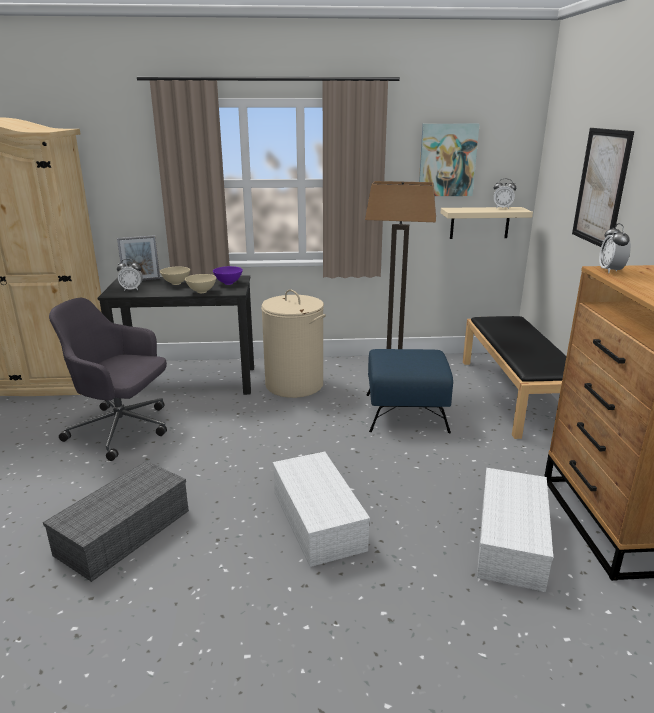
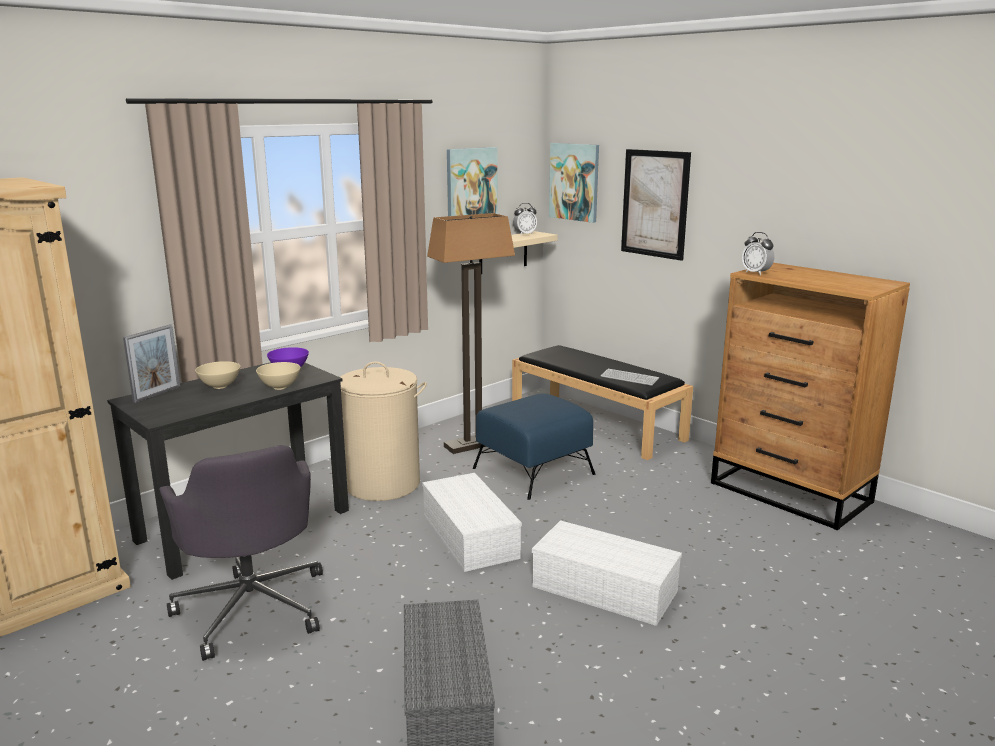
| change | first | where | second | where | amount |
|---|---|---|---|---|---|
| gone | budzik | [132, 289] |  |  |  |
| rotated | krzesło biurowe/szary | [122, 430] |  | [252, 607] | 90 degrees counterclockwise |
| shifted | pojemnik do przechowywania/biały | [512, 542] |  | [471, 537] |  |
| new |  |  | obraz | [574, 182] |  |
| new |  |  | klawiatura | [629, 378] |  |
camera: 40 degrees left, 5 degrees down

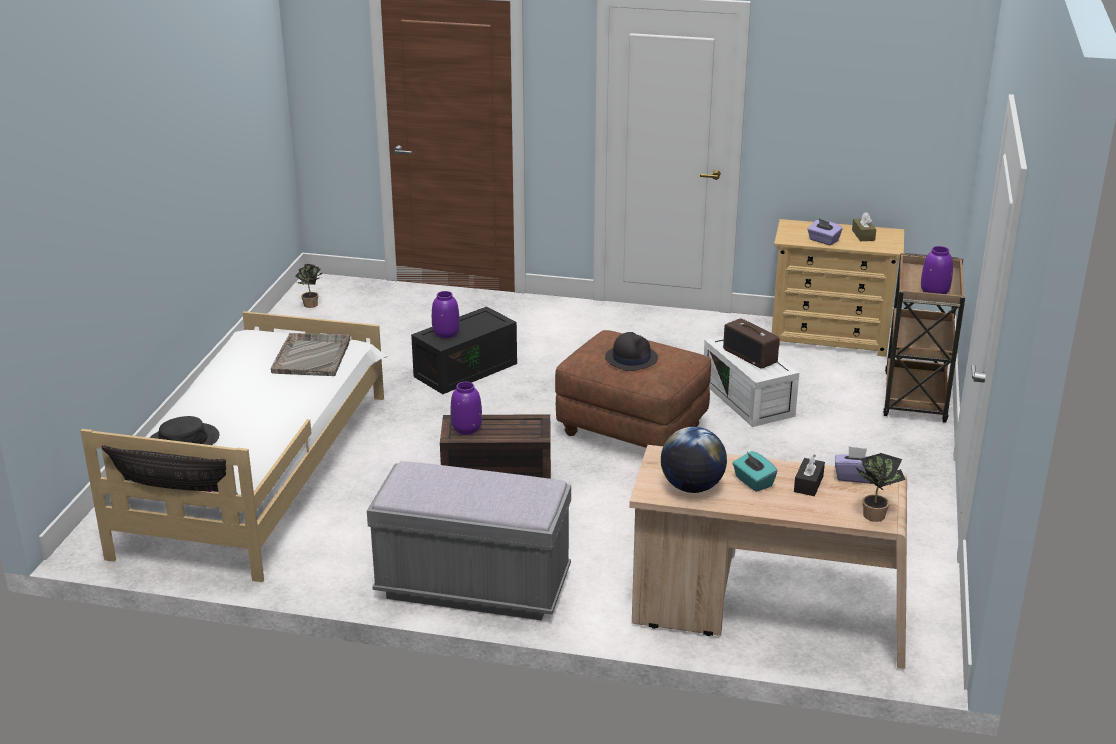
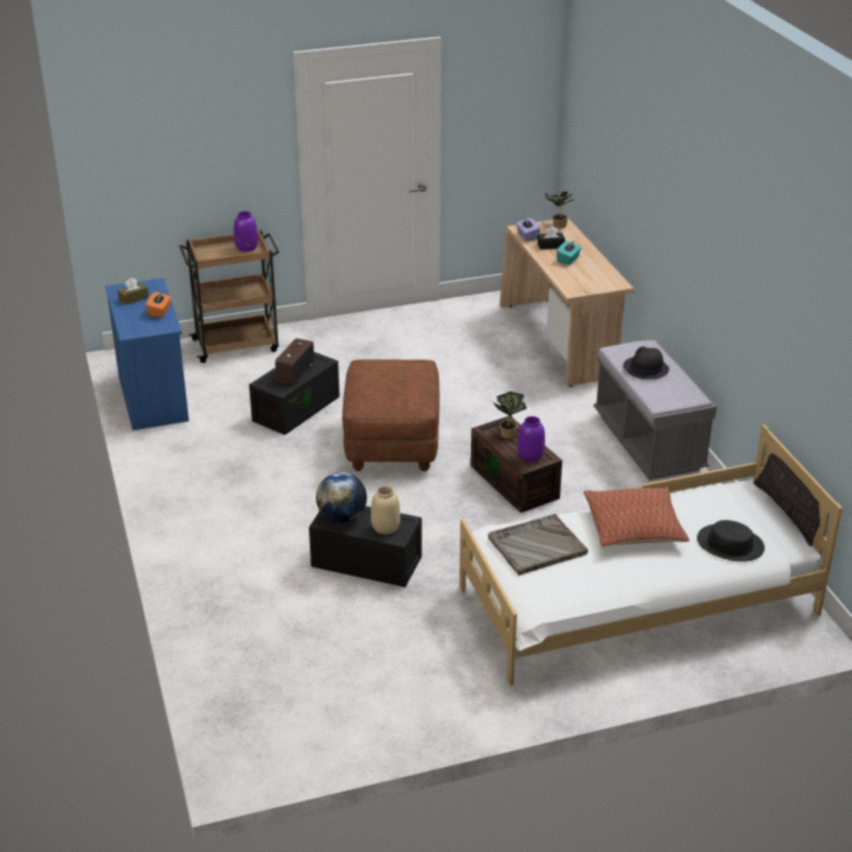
| change | first | where | second | where | amount |
|---|---|---|---|---|---|
| repainted | komoda/beżowy | [830, 337] | komoda/niebieski | [153, 397] |  |
| repainted | pudełko chusteczek/fioletowy | [823, 241] | pudełko chusteczek/pomarańczowy | [160, 312] |  |
| shifted | roślina doniczkowa | [312, 305] |  | [508, 433] |  |
| repainted | wazon/fioletowy | [446, 333] | wazon/beżowy | [385, 527] |  |
| shifted | kapelusz/czarny | [631, 358] |  | [645, 368] |  |
| repainted | pojemnik do przechowywania/biały | [750, 399] | pojemnik do przechowywania/czarny | [296, 407] |  |
| shifted | globus | [692, 487] |  | [342, 517] |  |
| new |  |  | poduszka | [634, 528] |  |
camera: 120 degrees left, 5 degrees up

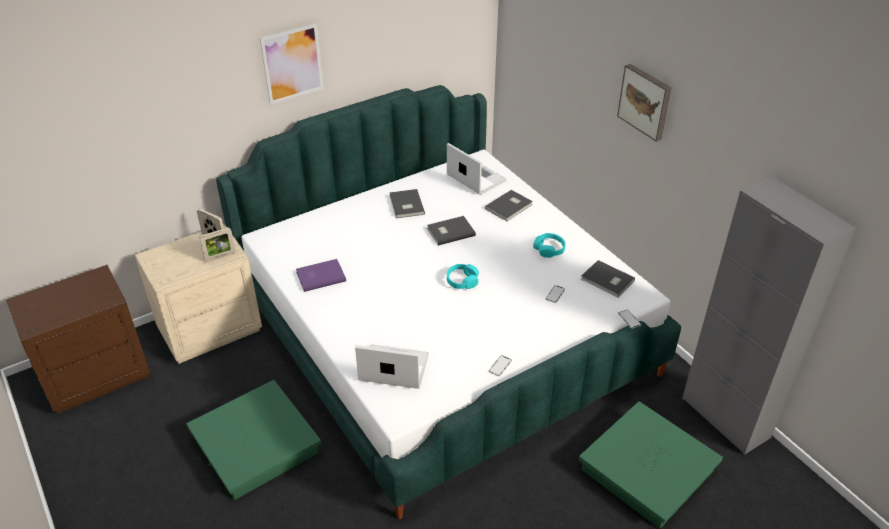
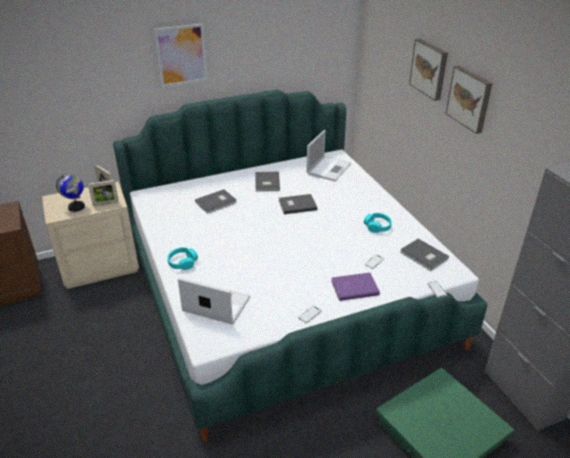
| change | first | where | second | where | amount |
|---|---|---|---|---|---|
| rotated | laptop | [475, 178] |  | [329, 168] | 60 degrees clockwise |
| shifted | książka/szary | [510, 207] |  | [217, 202] |  |
| shifted | książka/fioletowy | [320, 276] |  | [353, 287] |  |
| shifted | słuchawki/turkusowy | [462, 281] |  | [182, 262] |  |
| gone | pojemnik do przechowywania/zielony | [256, 445] |  |  |  |
| new |  |  | obraz | [430, 68] |  |
| new |  |  | globus | [76, 207] |  |
camera: 10 degrees right, 5 degrees down

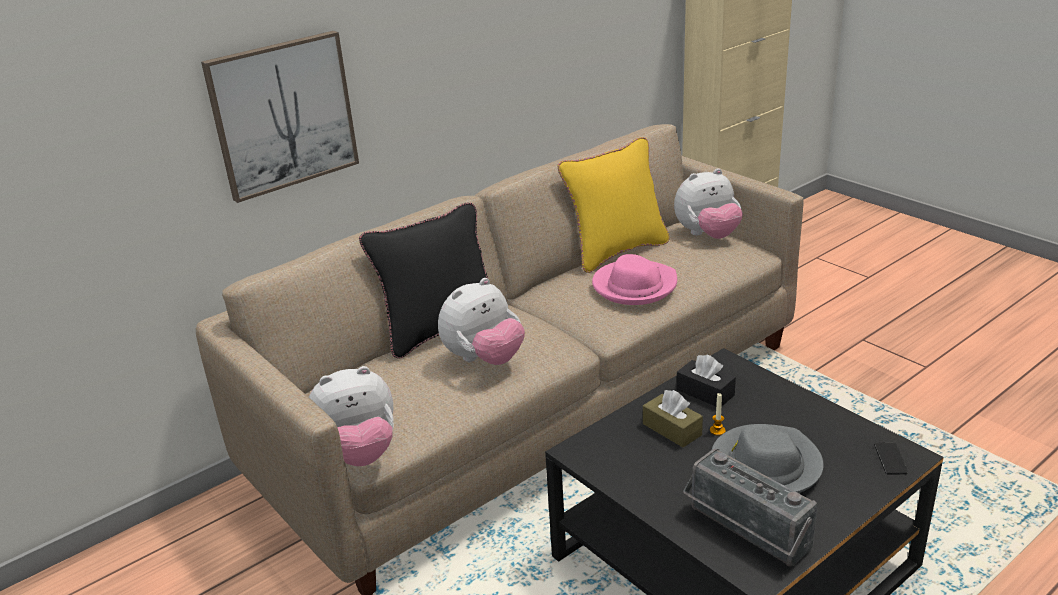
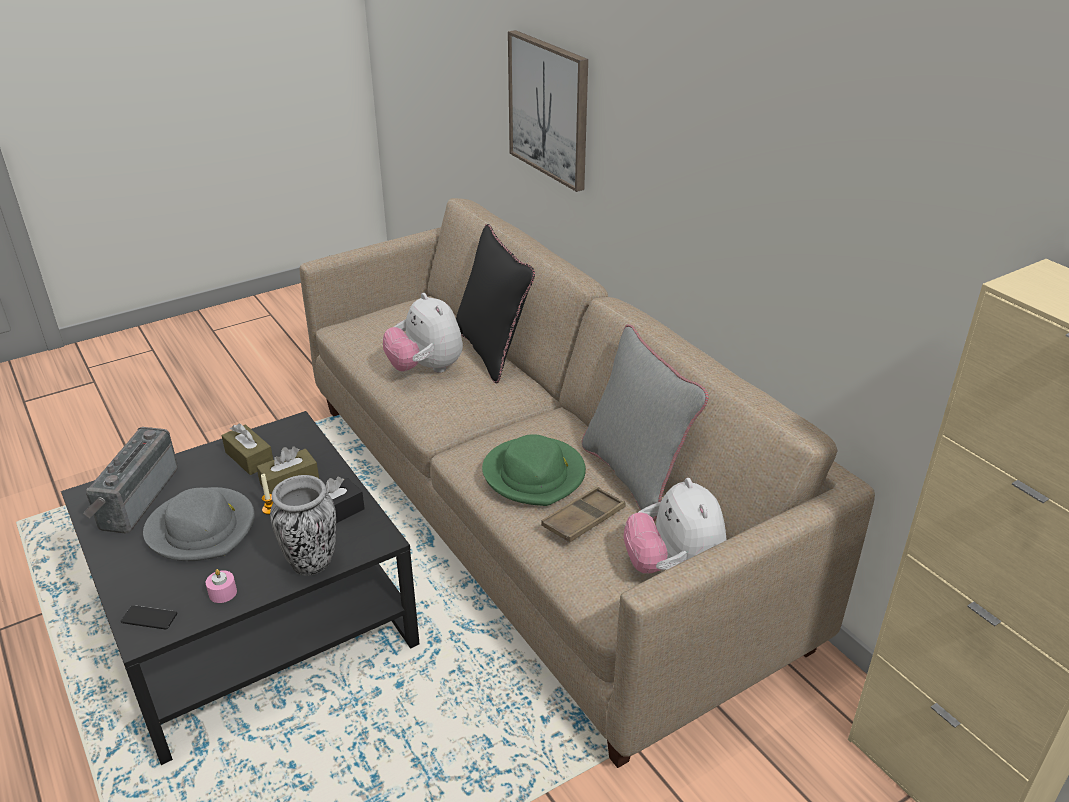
| change | first | where | second | where | amount |
|---|---|---|---|---|---|
| repainted | poduszka/żółty | [616, 251] | poduszka/szary | [635, 476] |  |
| repainted | kapelusz/różowy | [634, 286] | kapelusz/zielony | [535, 475] |  |
| gone | pluszak | [359, 453] |  |  |  |
| rotated | radio | [745, 532] |  | [135, 498] | 45 degrees counterclockwise |
| new |  |  | pudełko chusteczek/brązowy | [249, 458] |  |
| new |  |  | wazon | [311, 563] |  |
| new |  |  | taca/brązowy | [583, 519] |  |
| new |  |  | świeca/różowy | [223, 593] |  |
camera: 95 degrees right, 5 degrees up

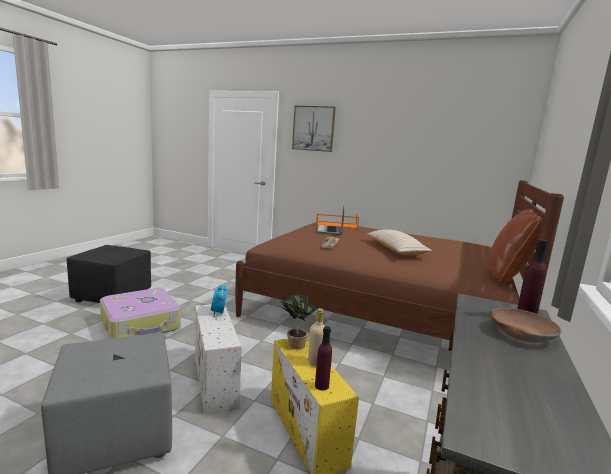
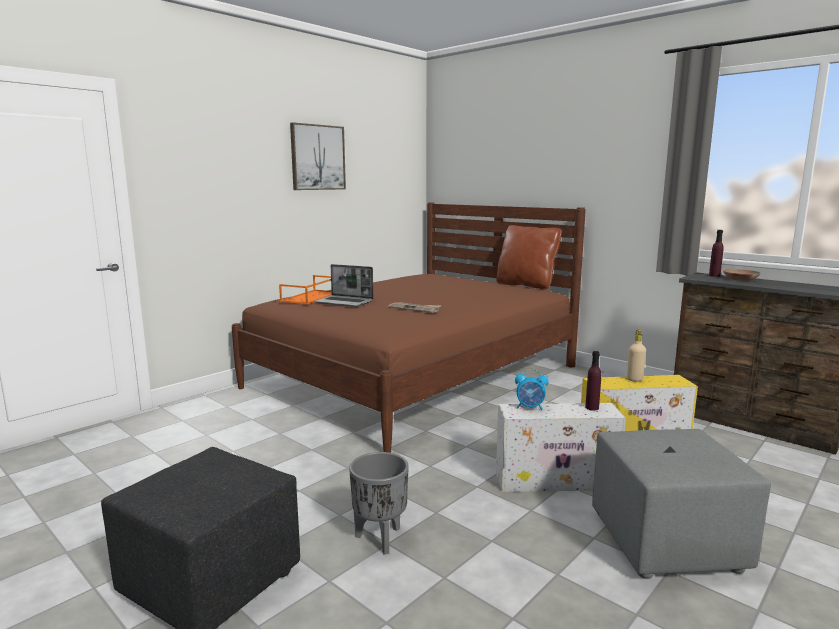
| change | first | where | second | where | amount |
|---|---|---|---|---|---|
| shifted | obraz | [313, 128] |  | [317, 157] |  |
| gone | poduszka/beżowy | [395, 250] |  |  |  |
| swapped | walizka | [141, 324] | donica/szary | [379, 538] |  |
| gone | roślina doniczkowa | [295, 343] |  |  |  |
| shifted | butelka/fioletowy | [321, 386] |  | [592, 407] |  |
camera: 70 degrees left, 0 degrees up

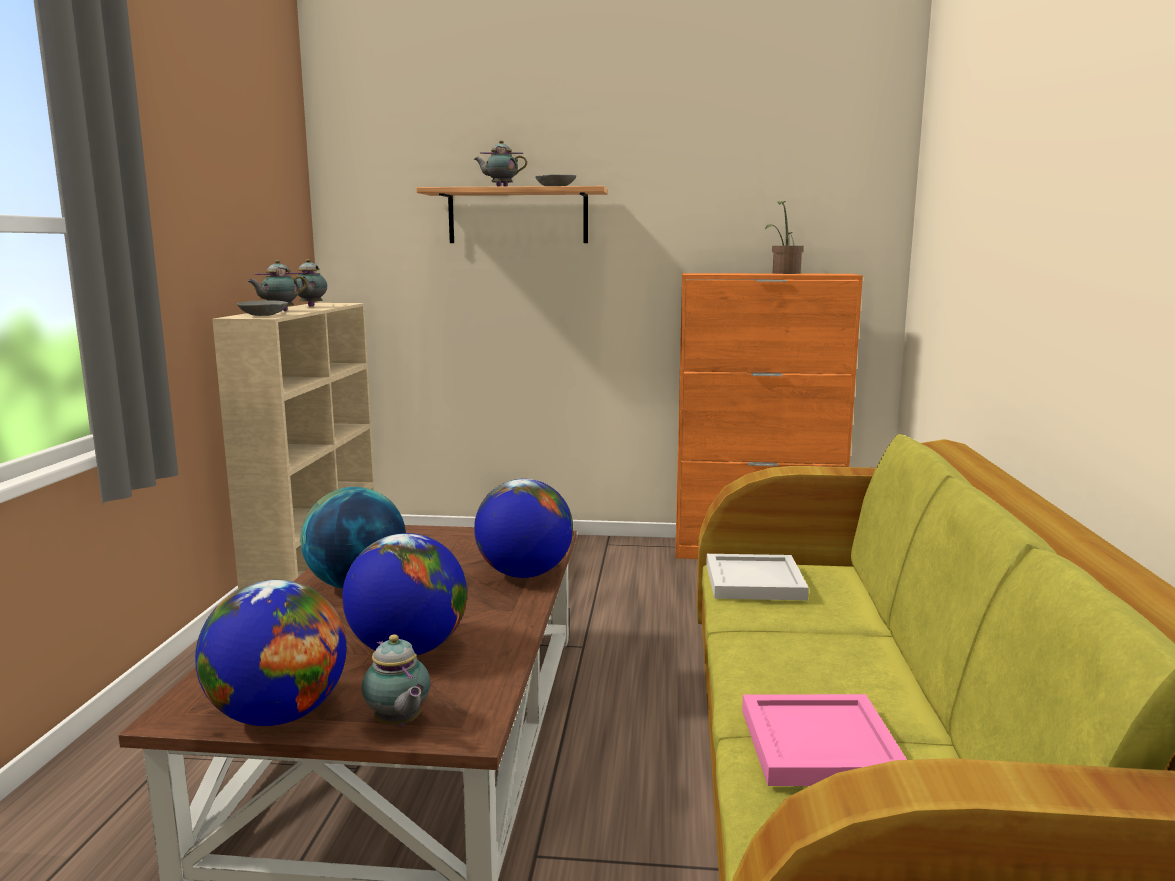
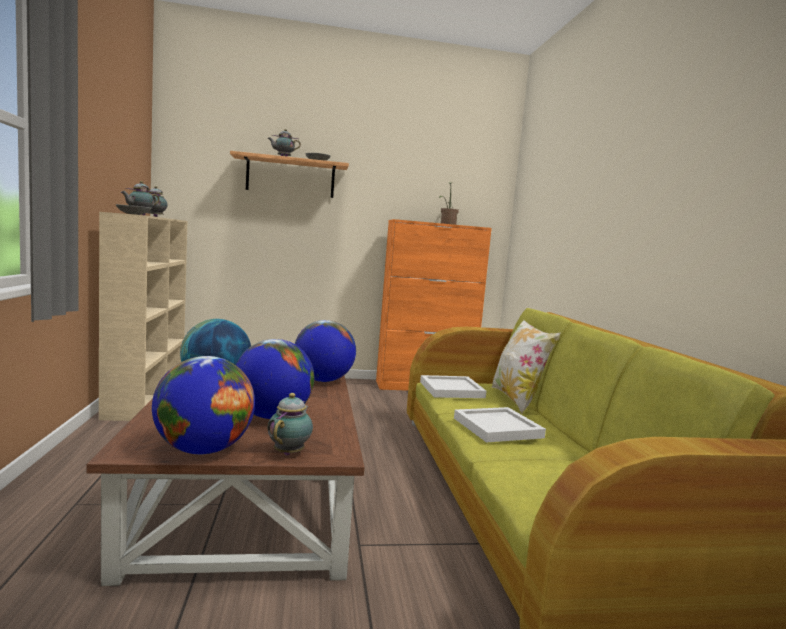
| change | first | where | second | where | amount |
|---|---|---|---|---|---|
| rotated | imbryk | [398, 724] |  | [290, 452] | 120 degrees counterclockwise |
| gone | taca/różowy | [818, 746] |  |  |  |
| new |  |  | poduszka | [518, 400] |  |
| new |  |  | taca/biały | [499, 428] |  |
camera: 15 degrees left, 5 degrees down

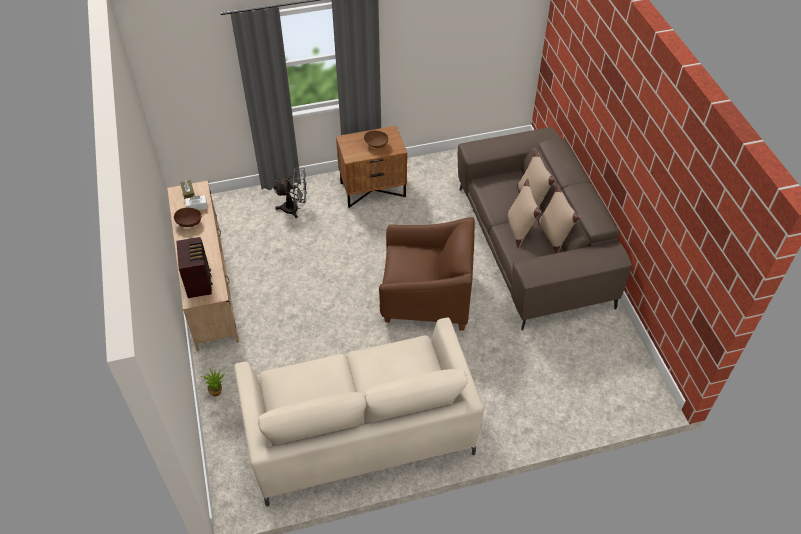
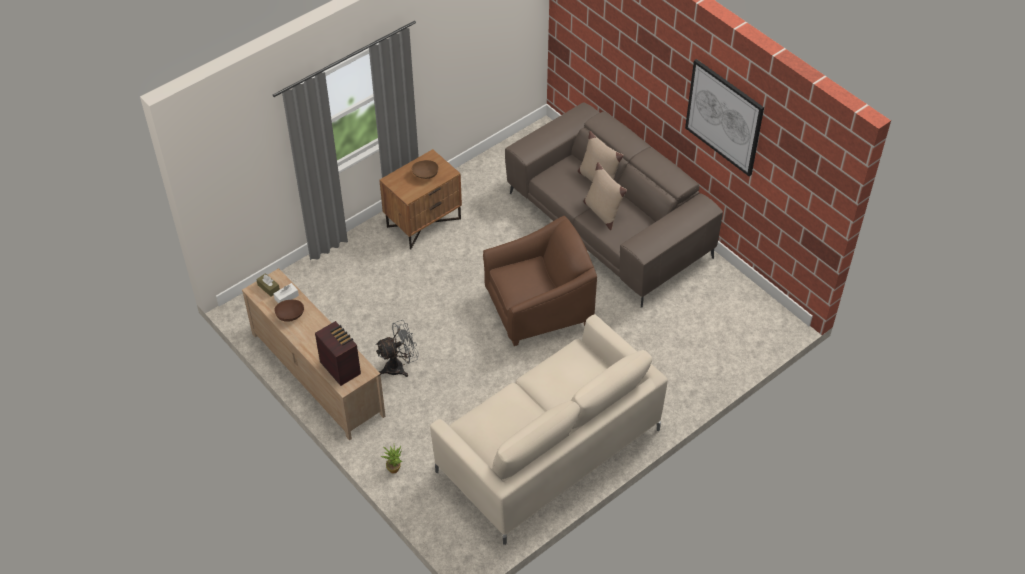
| change | first | where | second | where | amount |
|---|---|---|---|---|---|
| shifted | wentylator/szary | [295, 208] |  | [399, 366] |  |
| gone | poduszka/beżowy | [553, 235] |  |  |  |
| new |  |  | obraz | [724, 117] |  |
camera: 25 degrees left, 0 degrees up

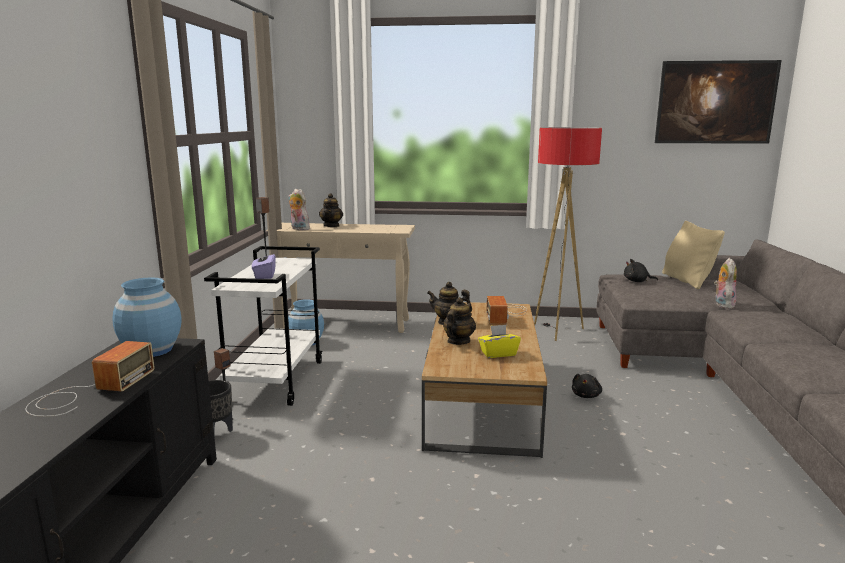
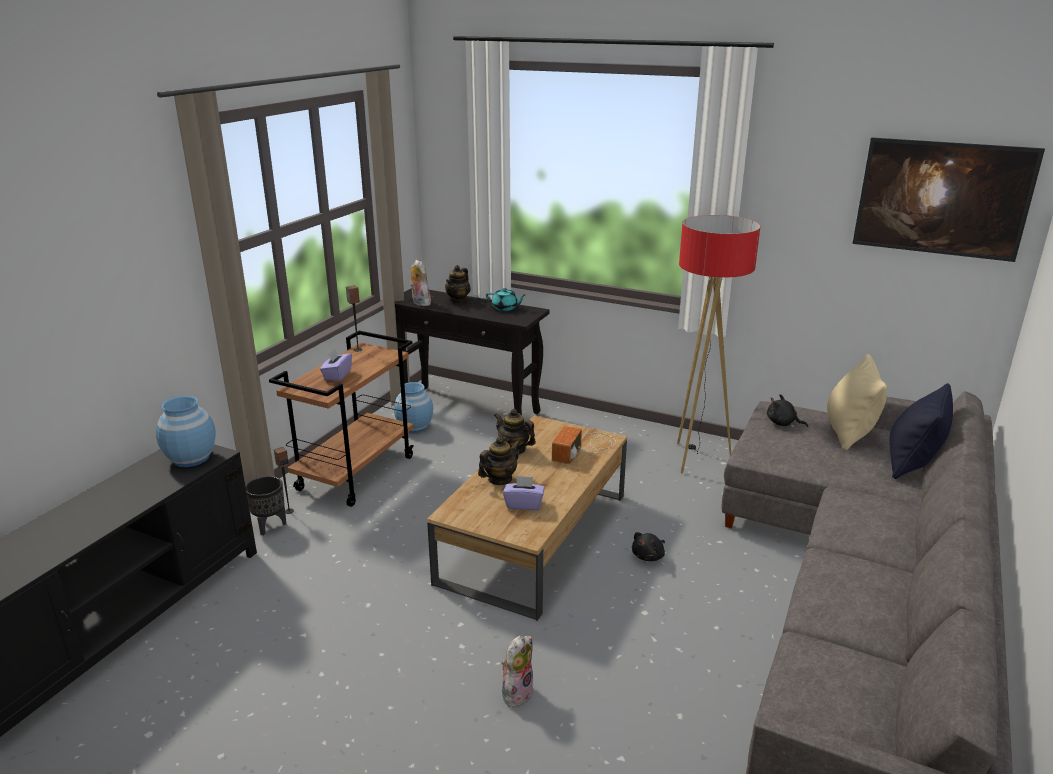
| change | first | where | second | where | amount |
|---|---|---|---|---|---|
| repainted | stolik konsolowy/beżowy | [346, 324] | stolik konsolowy/czarny | [471, 408] |  |
| repainted | wózek/biały | [276, 380] | wózek/brązowy | [356, 472] |  |
| shifted | pluszak | [722, 304] |  | [516, 692] |  |
| repainted | pudełko chusteczek/żółty | [498, 353] | pudełko chusteczek/fioletowy | [524, 504] |  |
| gone | radio | [89, 392] |  |  |  |
| new |  |  | imbryk/turkusowy | [505, 308] |  |
| new |  |  | poduszka/czarny | [912, 463] |  |
camera: 20 degrees right, 10 degrees up

